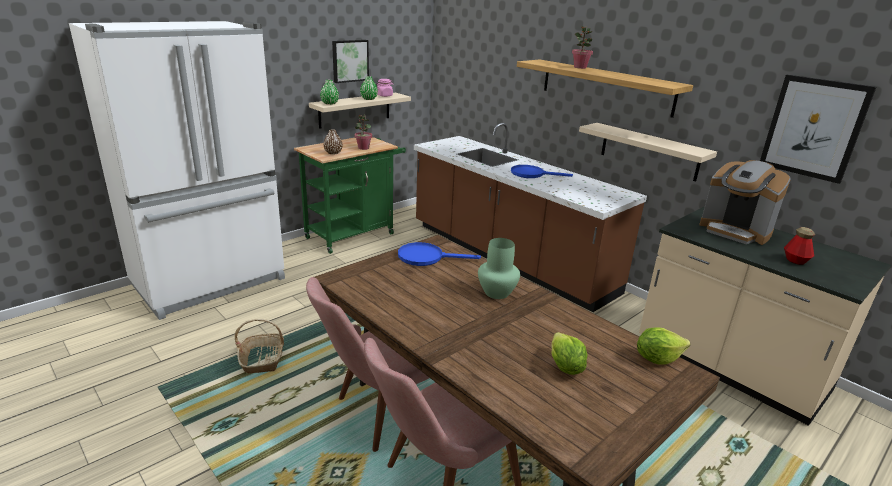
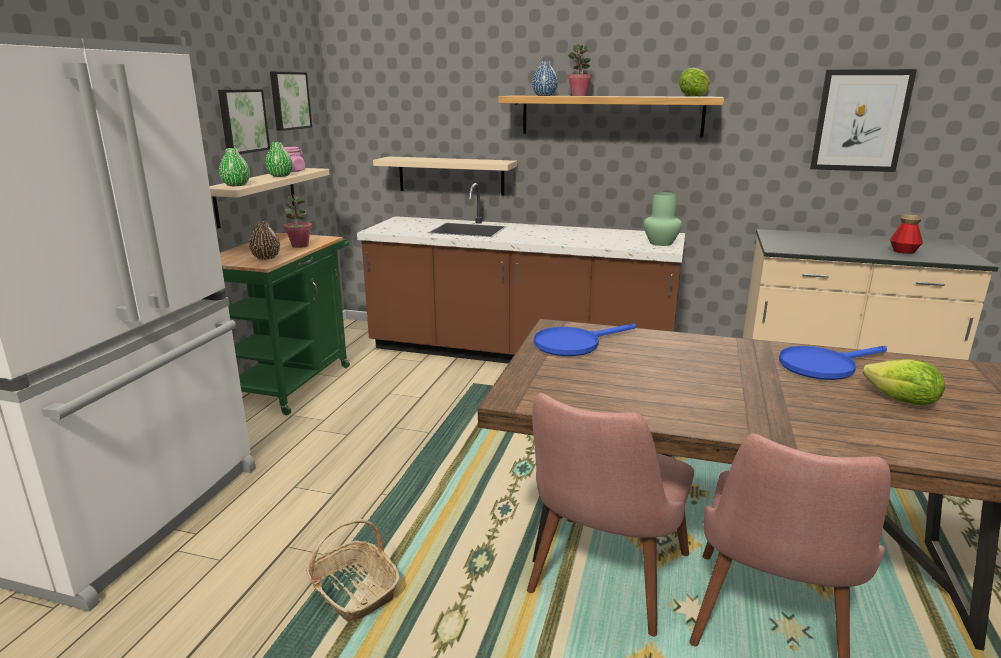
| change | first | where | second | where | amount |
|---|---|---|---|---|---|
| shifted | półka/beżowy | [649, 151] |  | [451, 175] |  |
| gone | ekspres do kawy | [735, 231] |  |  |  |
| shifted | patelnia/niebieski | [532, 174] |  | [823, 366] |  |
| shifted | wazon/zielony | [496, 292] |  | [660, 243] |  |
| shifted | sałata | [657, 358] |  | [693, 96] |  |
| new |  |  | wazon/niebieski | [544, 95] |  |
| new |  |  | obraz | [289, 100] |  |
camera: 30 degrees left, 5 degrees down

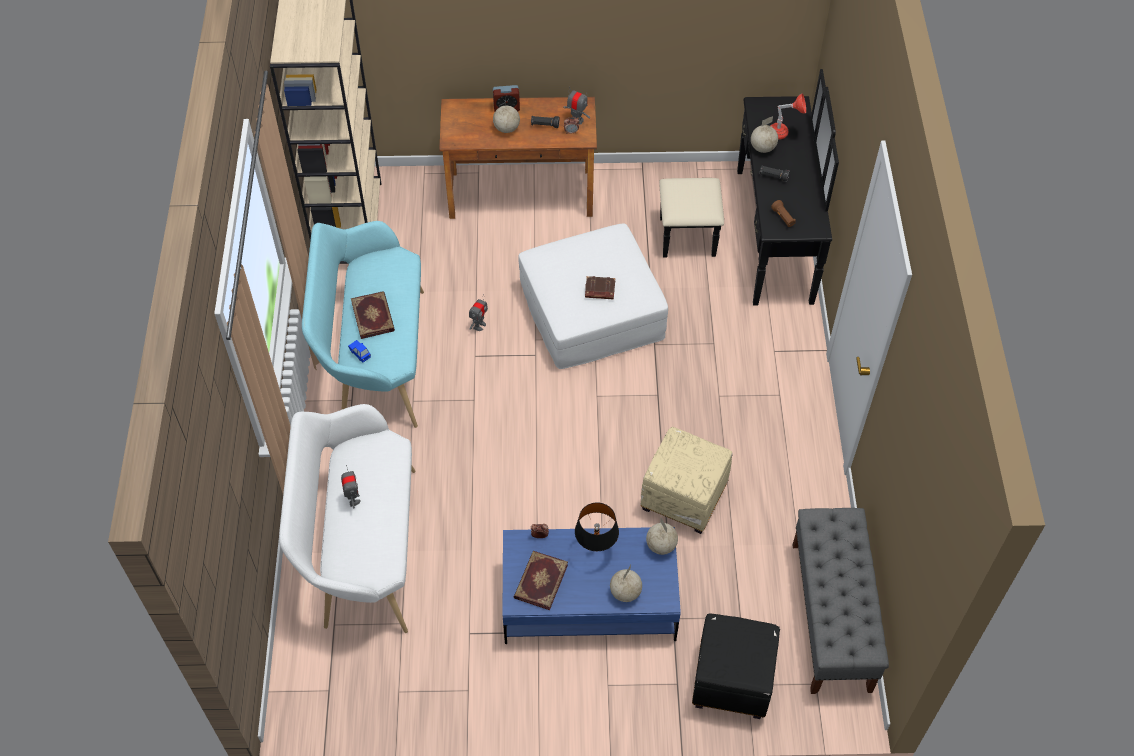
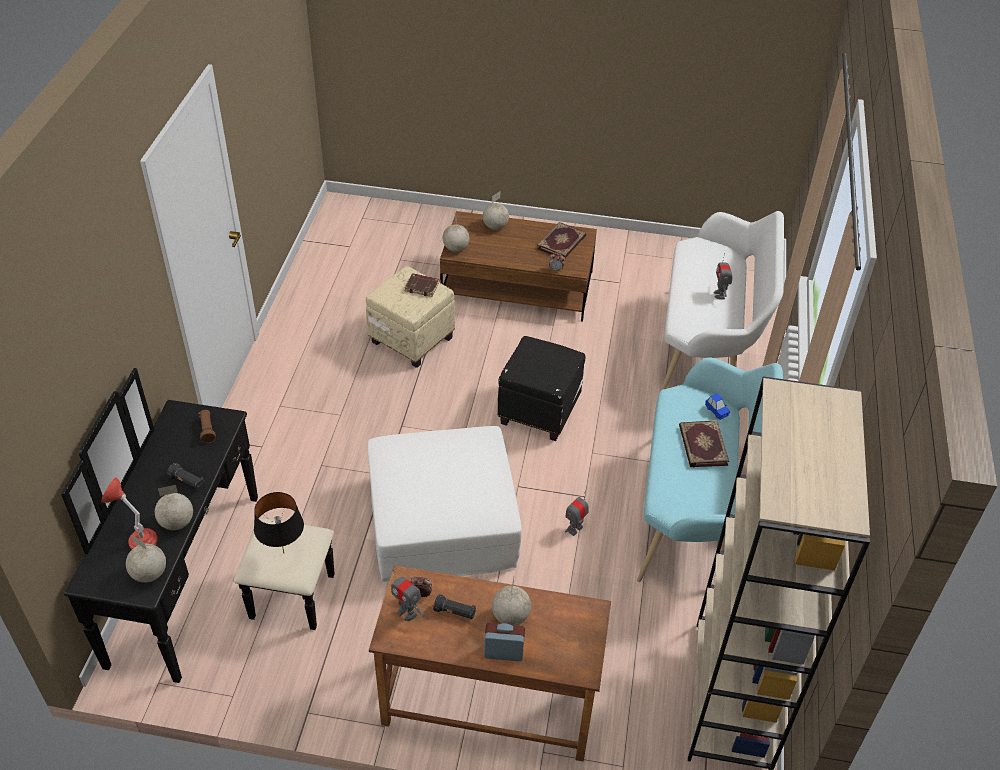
| change | first | where | second | where | amount |
|---|---|---|---|---|---|
| shifted | książka/brązowy | [599, 290] |  | [422, 287] |  |
| shifted | lampa stołowa/czarny | [596, 549] |  | [283, 554] |  |
| gone | ławka/szary | [831, 616] |  |  |  |
| repainted | ława/niebieski | [589, 600] | ława/brązowy | [518, 287] |  |
| shifted | pufa/czarny | [732, 682] |  | [539, 410] |  |
| new |  |  | globus | [149, 574] |  |
camera: 170 degrees left, 10 degrees down

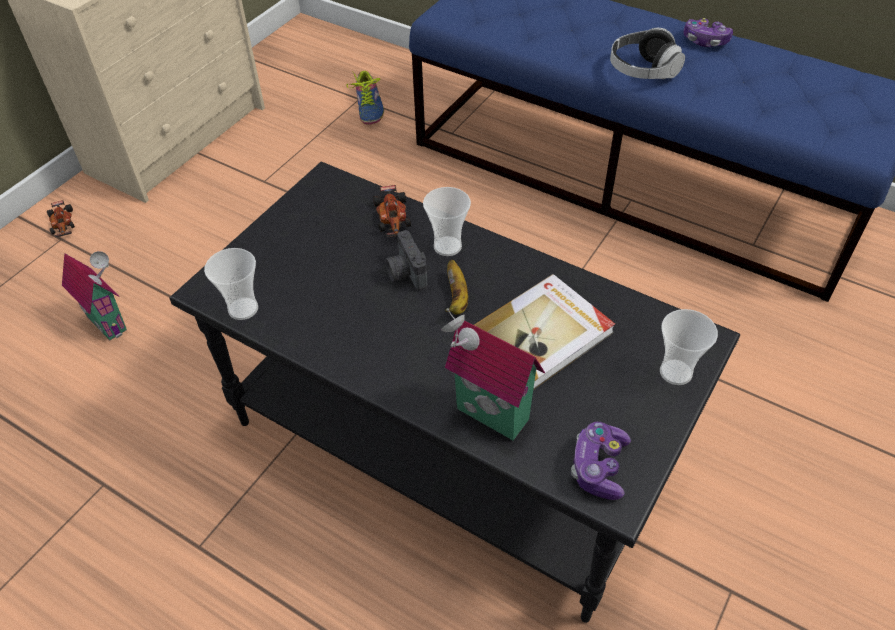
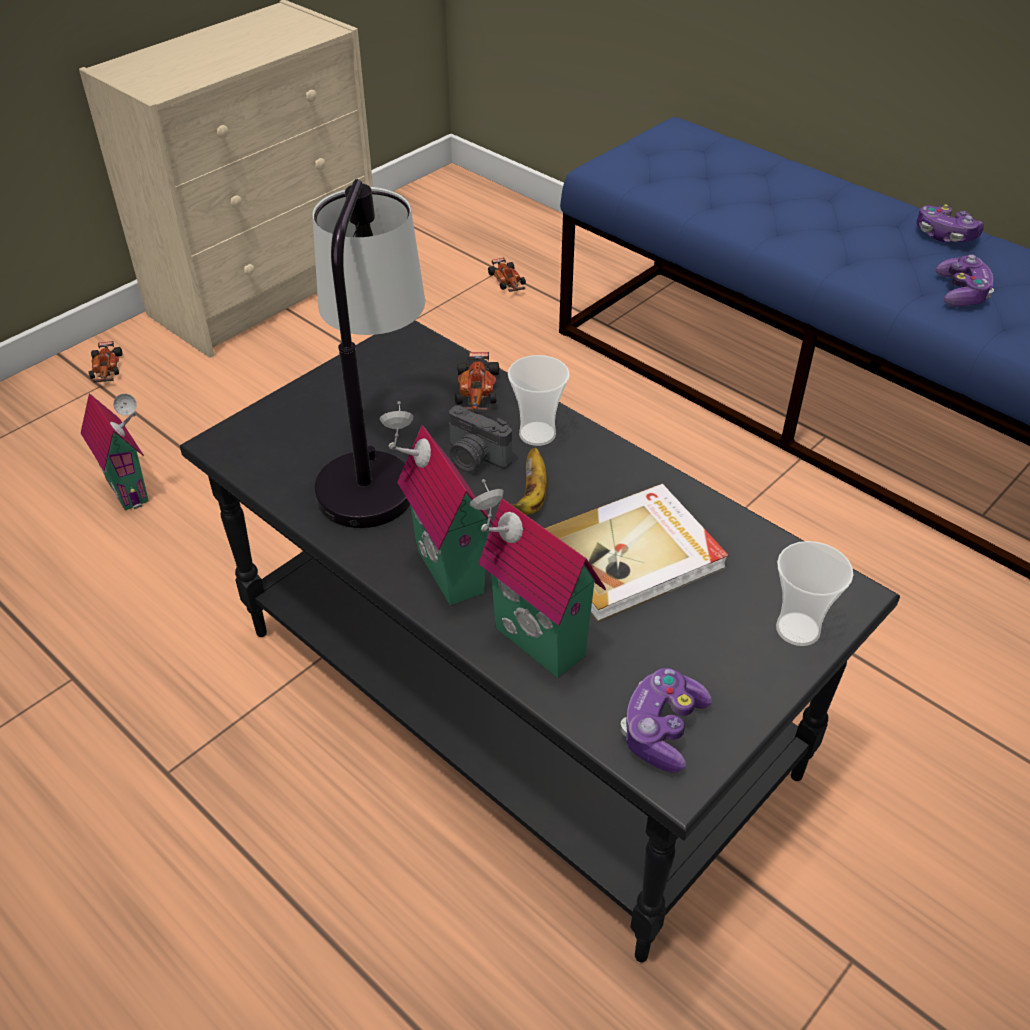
| change | first | where | second | where | amount |
|---|---|---|---|---|---|
| gone | słuchawki | [643, 70] |  |  |  |
| swapped | but | [366, 107] | samochodzik | [506, 282] |  |
| rotated | aparat fotograficzny | [405, 274] |  | [474, 459] | 45 degrees counterclockwise |
| gone | filiżanka | [243, 309] |  |  |  |
| new |  |  | lampa stołowa | [374, 461] |  |
| new |  |  | pad do gier | [961, 293] |  |
| new |  |  | domek | [444, 572] |  |
camera: 10 degrees right, 5 degrees down

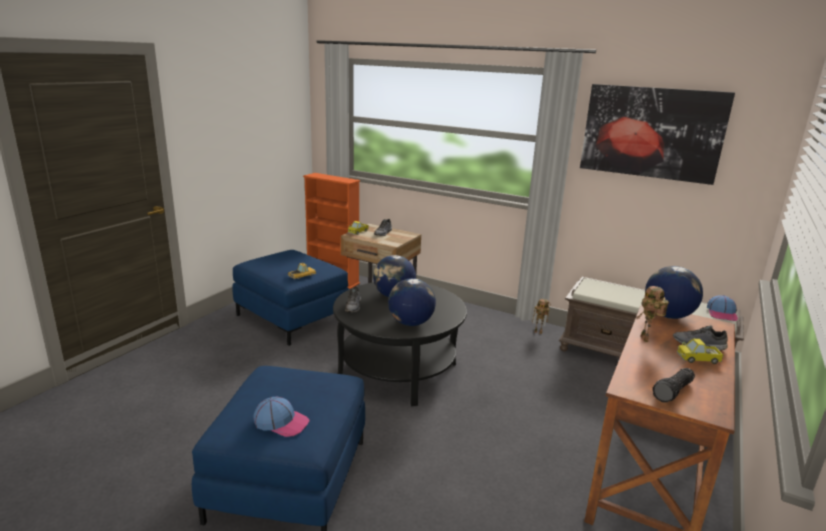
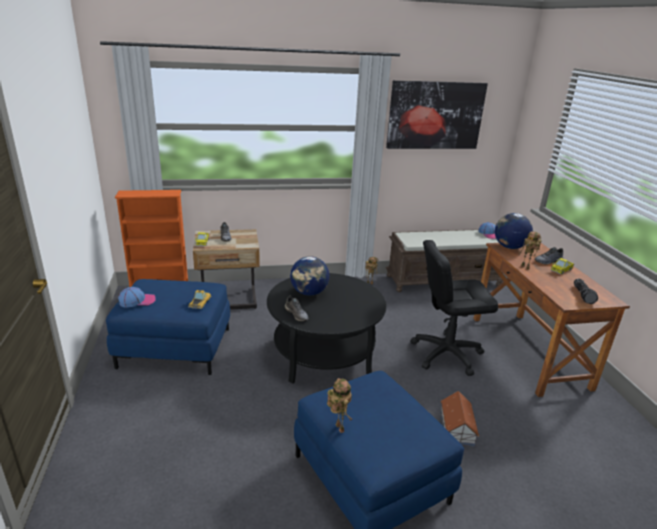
| change | first | where | second | where | amount |
|---|---|---|---|---|---|
| gone | globus | [410, 323] |  |  |  |
| shifted | czapka z daszkiem | [281, 422] |  | [137, 301] |  |
| new |  |  | krzesło biurowe/czarny | [446, 353] |  |
| new |  |  | robot zabawkowy | [338, 428] |  |
| new |  |  | domek | [456, 428] |  |
camera: 40 degrees left, 5 degrees up

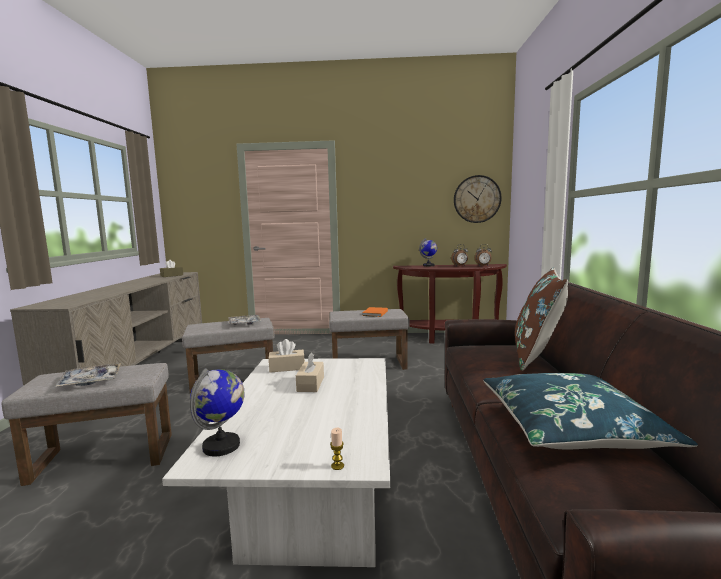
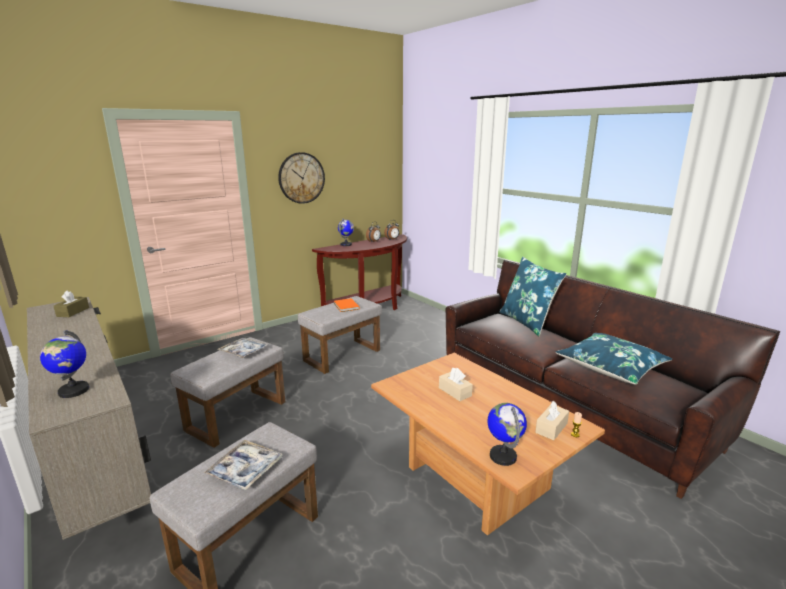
| change | first | where | second | where | amount |
|---|---|---|---|---|---|
| shifted | zegar ścienny | [477, 199] |  | [301, 178] |  |
| repainted | poduszka/brązowy | [536, 356] | poduszka/niebieski | [527, 322] |  |
| shifted | pudełko chusteczek/beżowy | [287, 368] |  | [551, 428] |  |
| repainted | ława/biały | [311, 505] | ława/brązowy | [473, 478] |  |
| new |  |  | globus | [73, 391] |  |
camera: 40 degrees left, 10 degrees up

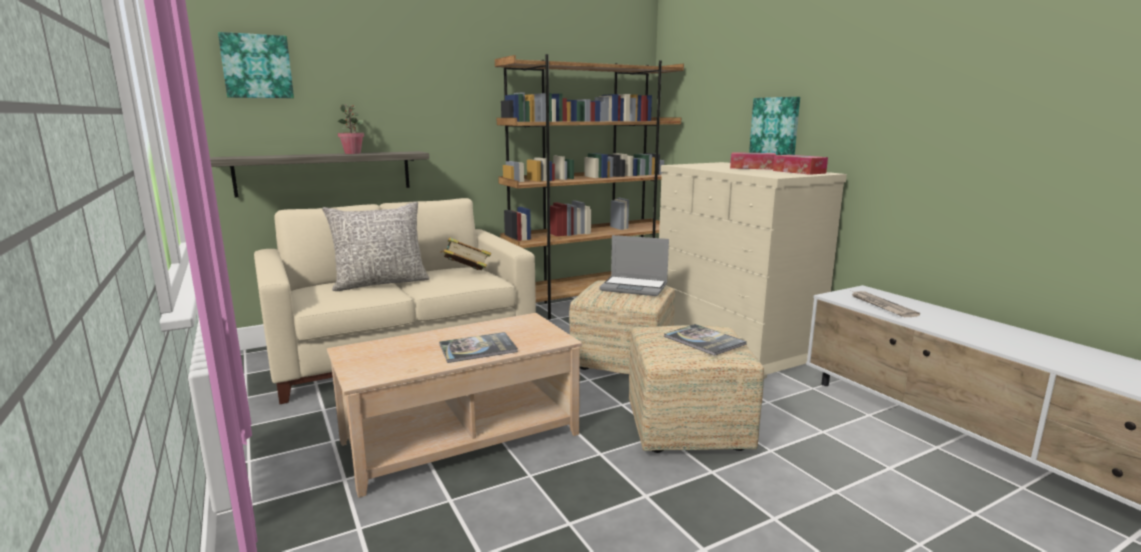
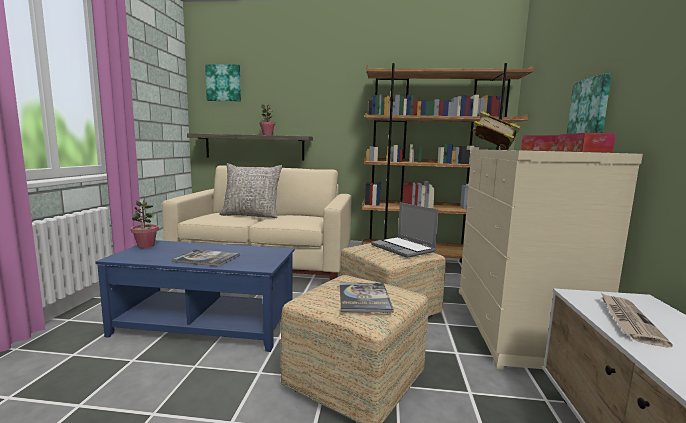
| change | first | where | second | where | amount |
|---|---|---|---|---|---|
| shifted | książka | [466, 273] |  | [492, 149] |  |
| repainted | ława/beżowy | [460, 436] | ława/niebieski | [207, 323] |  |
| new |  |  | roślina doniczkowa | [146, 246] |  |
camera: 35 degrees right, 5 degrees down

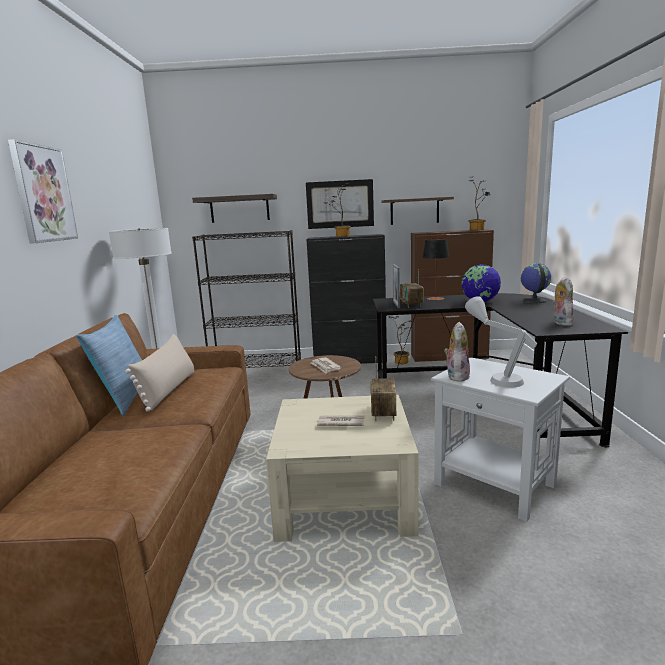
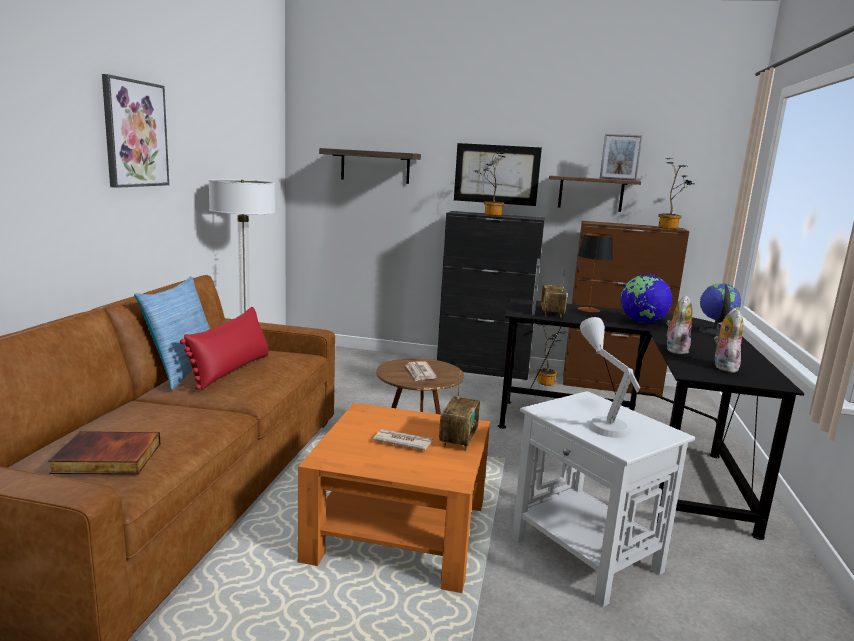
| change | first | where | second | where | amount |
|---|---|---|---|---|---|
| gone | regał/czarny | [257, 366] |  |  |  |
| shifted | pluszak | [456, 376] |  | [675, 350] |  |
| repainted | poduszka/beżowy | [168, 390] | poduszka/czerwony | [231, 370] |  |
| repainted | ława/beżowy | [344, 497] | ława/pomarańczowy | [399, 530] |  |
| new |  |  | ramka na zdjęcie | [617, 179] |  |
| new |  |  | książka | [106, 459] |  |
camera: 10 degrees right, 0 degrees up

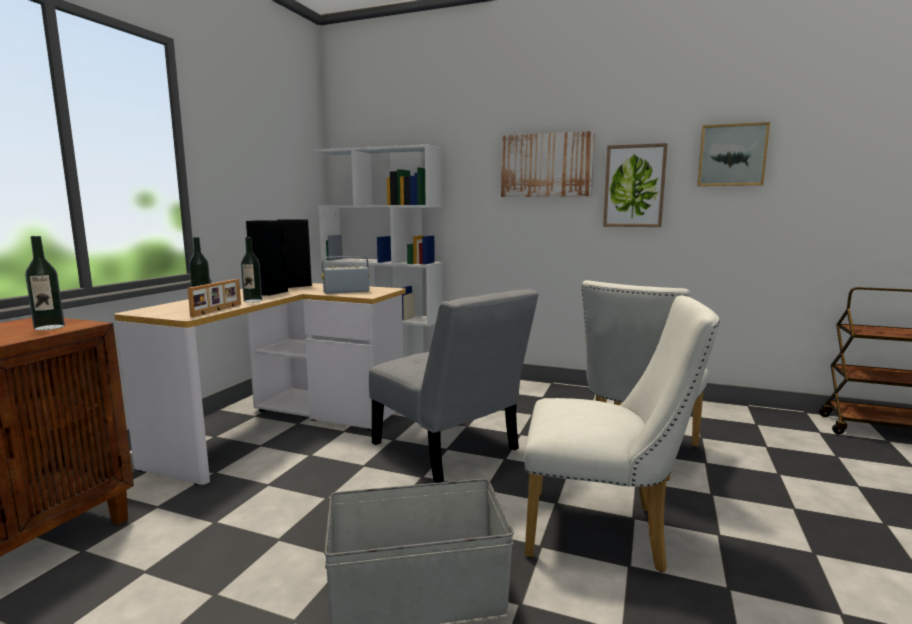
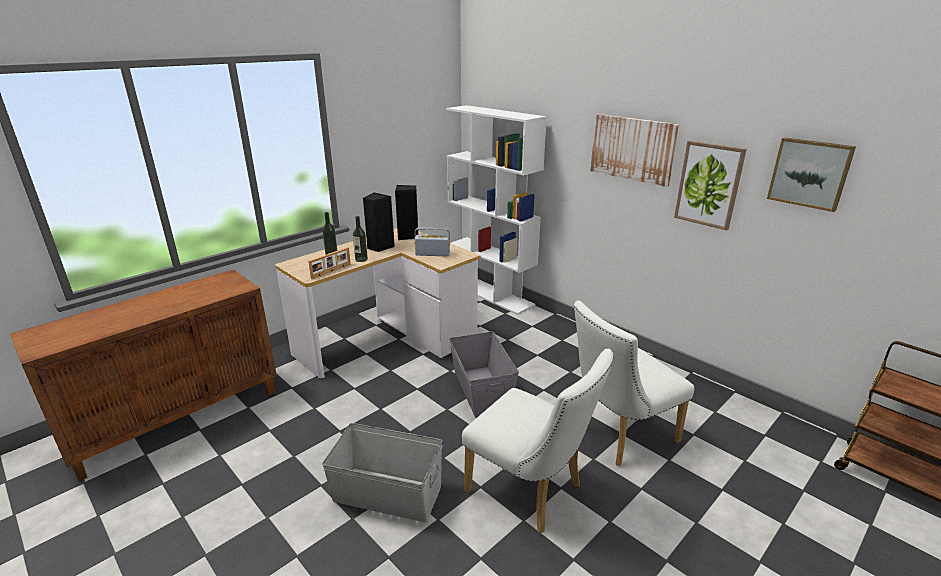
| change | first | where | second | where | amount |
|---|---|---|---|---|---|
| gone | butelka | [49, 327] |  |  |  |
| swapped | krzesło/szary | [449, 450] | pojemnik do przechowywania/szary | [481, 391] |  |
camera: 25 degrees right, 15 degrees up

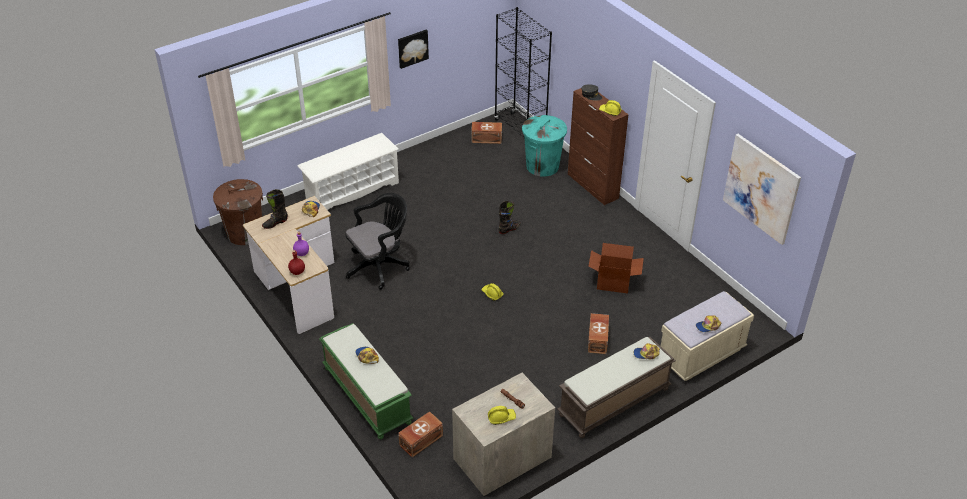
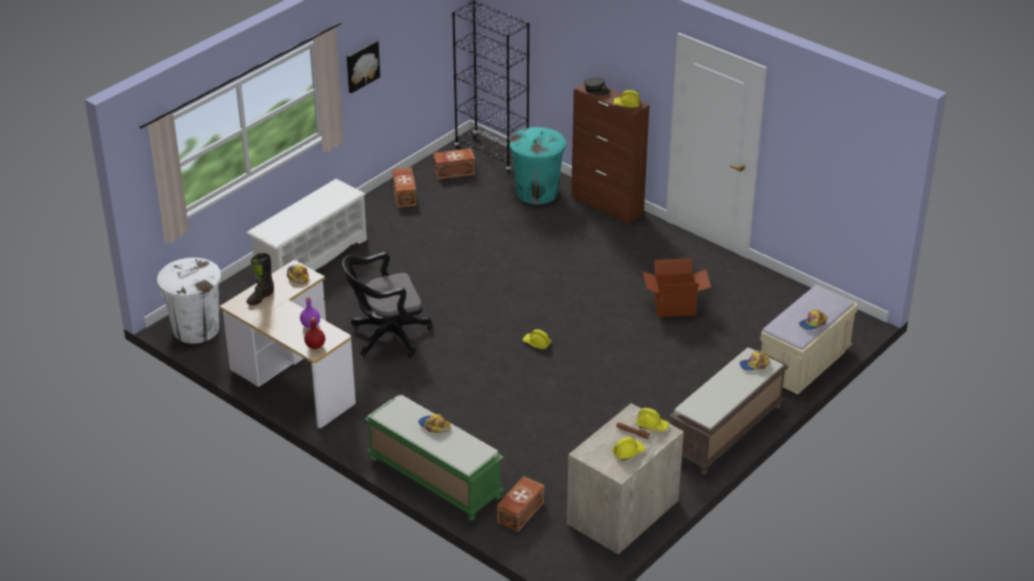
| change | first | where | second | where | amount |
|---|---|---|---|---|---|
| gone | obraz | [761, 188] |  |  |  |
| repainted | kosz na śmieci/brązowy | [244, 233] | kosz na śmieci/biały | [196, 329] |  |
| rotated | krzesło biurowe/czarny | [380, 266] |  | [386, 336] | 150 degrees counterclockwise |
| gone | but z cholewką/czarny | [509, 229] |  |  |  |
| shifted | pojemnik do przechowywania/brązowy | [598, 339] |  | [405, 195] |  |
| new |  |  | kask/żółty | [652, 425] |  |
camera: 15 degrees left, 5 degrees down

